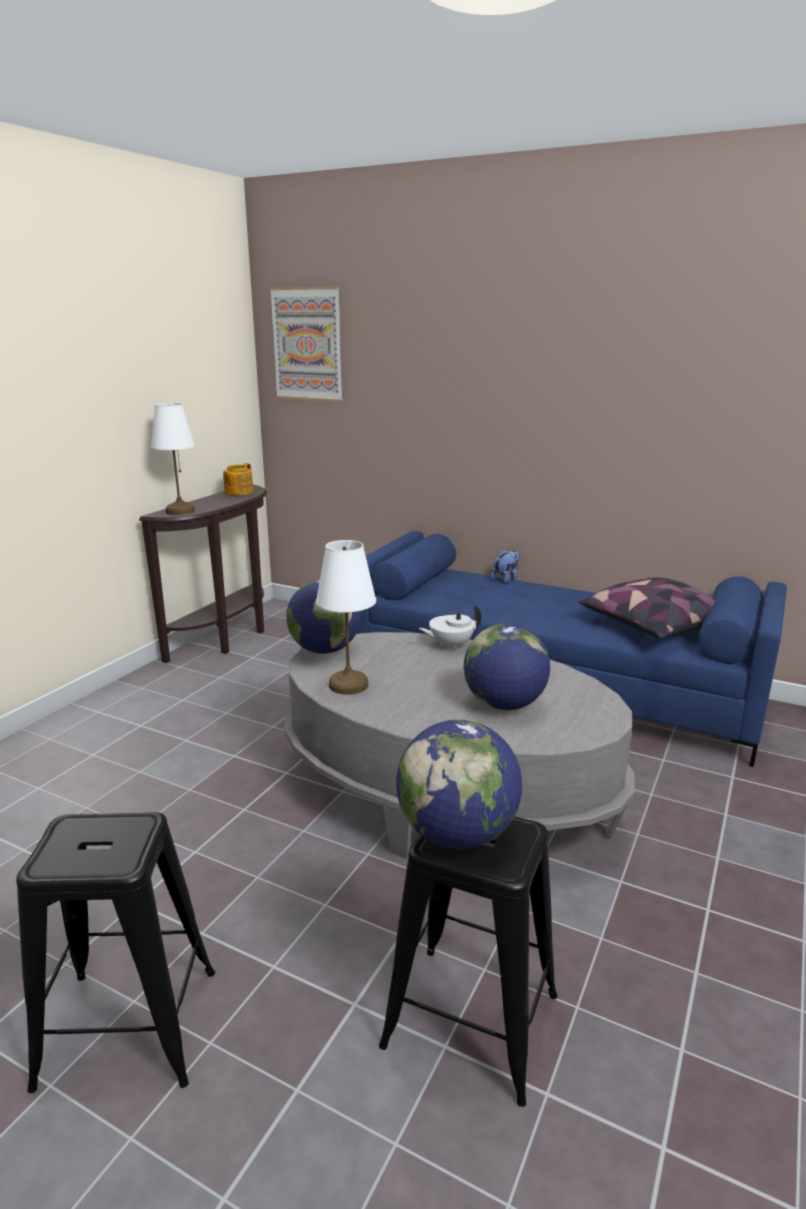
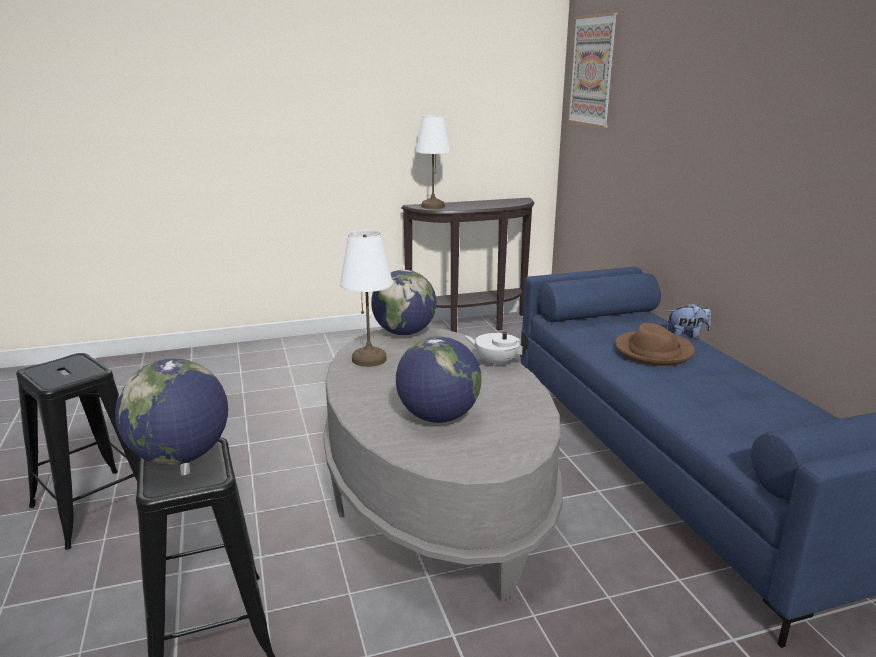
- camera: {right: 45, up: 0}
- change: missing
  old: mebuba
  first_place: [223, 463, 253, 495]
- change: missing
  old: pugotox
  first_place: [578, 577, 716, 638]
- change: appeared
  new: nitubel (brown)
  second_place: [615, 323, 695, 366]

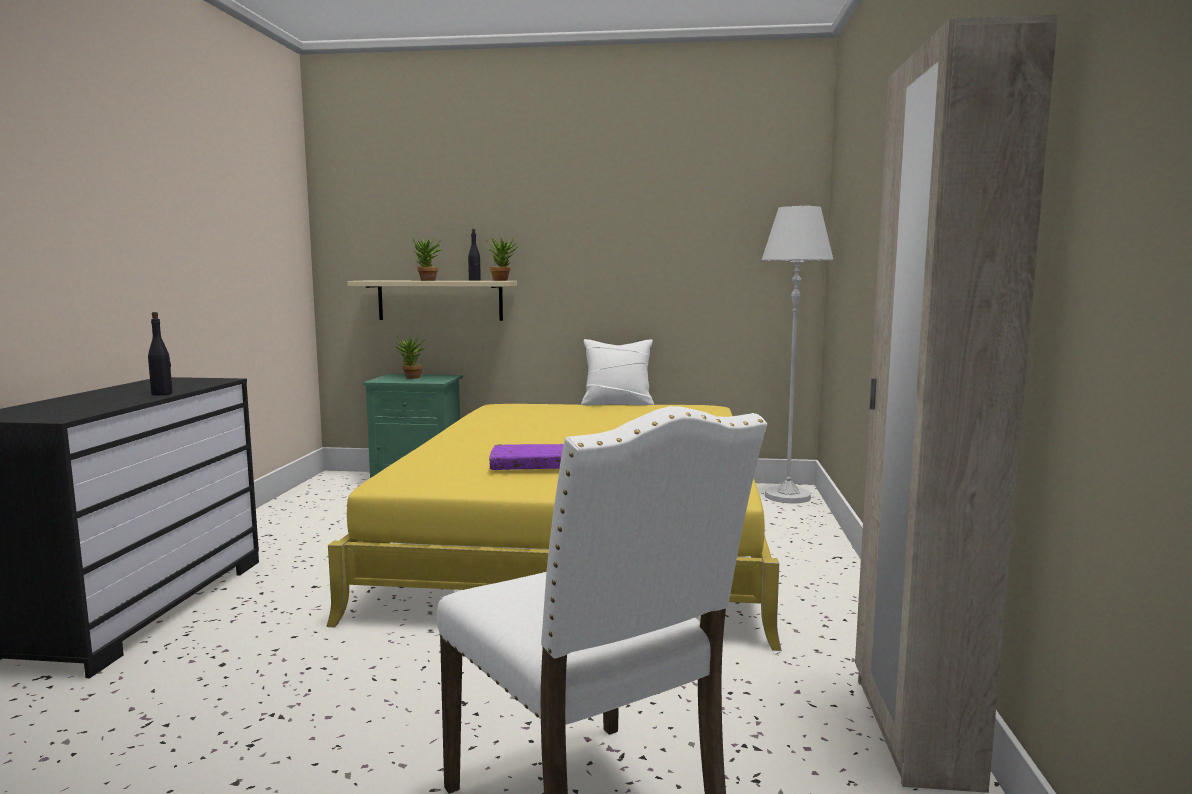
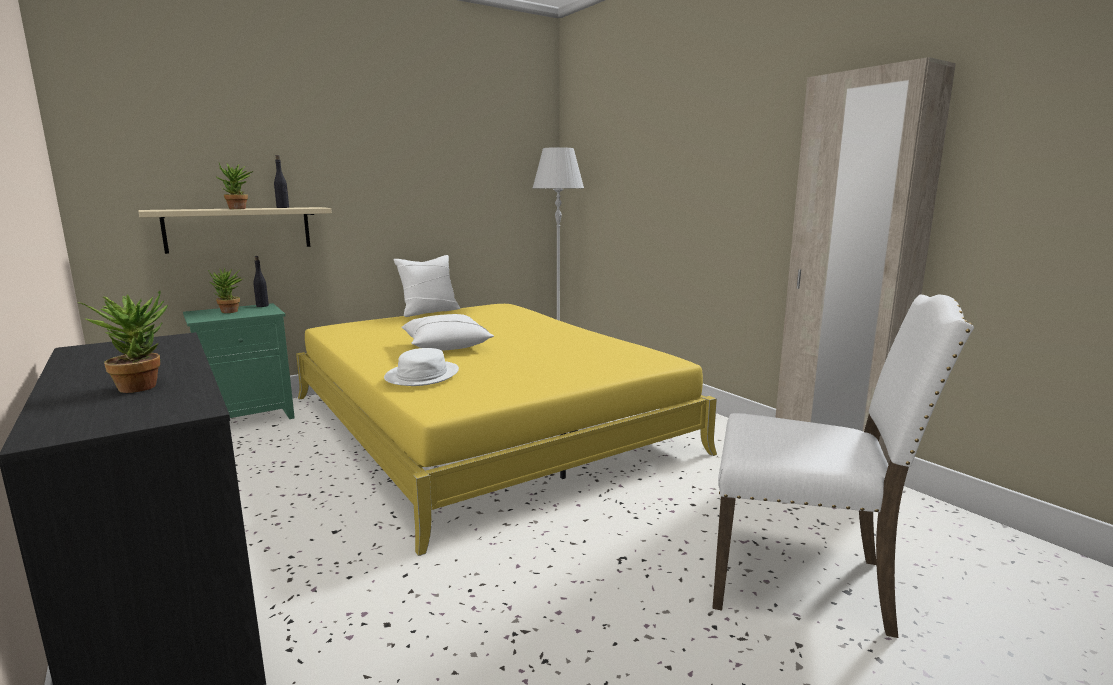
- camera: {right: -40, up: 5}
- change: relocated
  old: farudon
  first_place: [485, 237, 518, 281]
  second_place: [78, 290, 168, 393]
- change: relocated
  old: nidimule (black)
  first_place: [148, 312, 173, 395]
  second_place: [253, 256, 269, 307]
- change: missing
  old: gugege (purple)
  first_place: [489, 444, 564, 470]
- change: appeared
  new: pugotox (white)
  second_place: [401, 314, 494, 351]
- change: appeared
  new: nitubel (white)
  second_place: [384, 348, 459, 386]

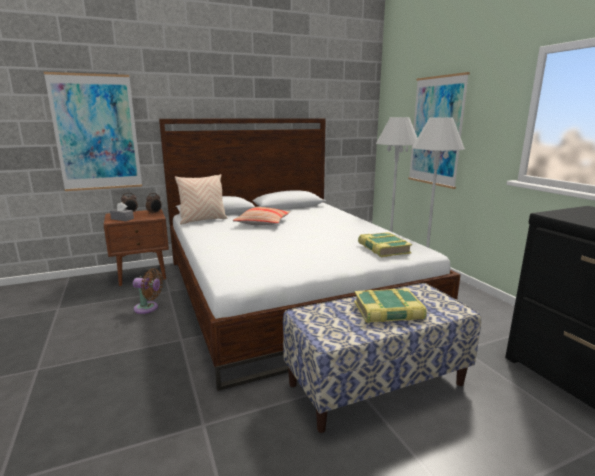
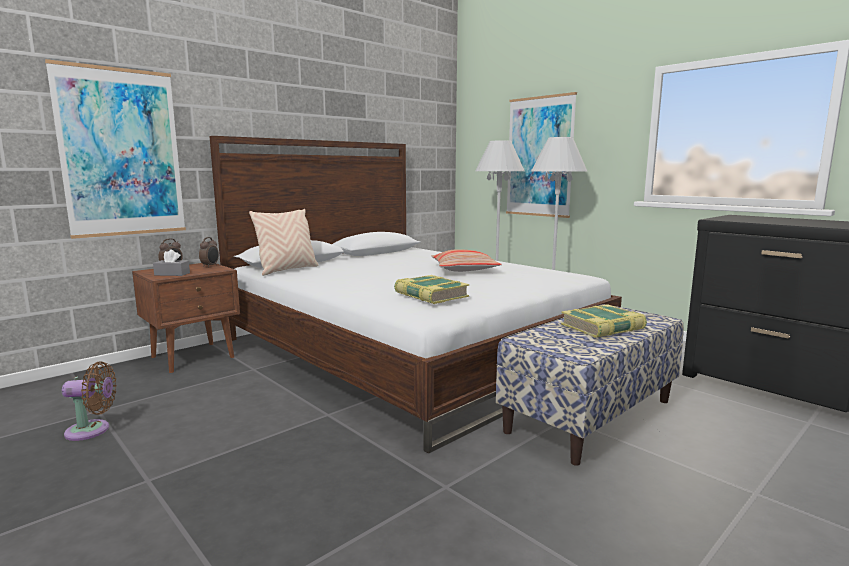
- camera: {right: -20, up: -5}
- change: relocated
  old: pugotox
  first_place: [233, 207, 290, 225]
  second_place: [431, 249, 502, 272]
- change: relocated
  old: gugege
  first_place: [358, 232, 412, 257]
  second_place: [394, 275, 469, 304]
- change: relocated
  old: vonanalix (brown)
  first_place: [133, 268, 163, 314]
  second_place: [62, 362, 117, 441]

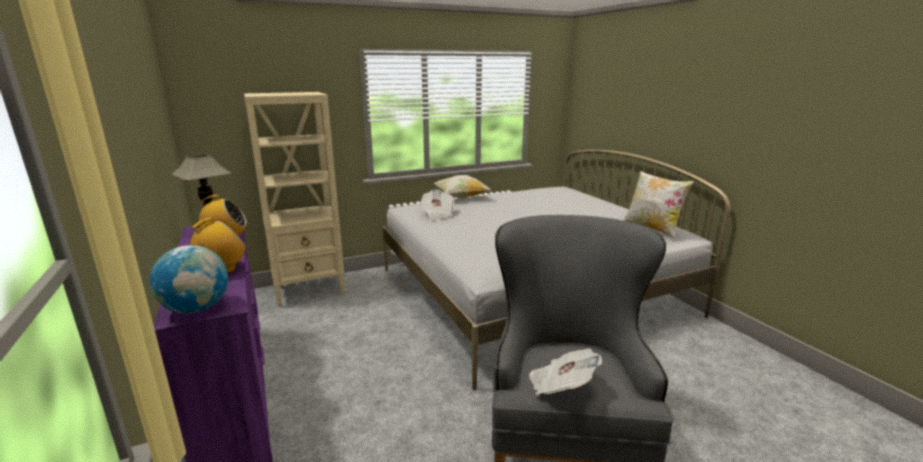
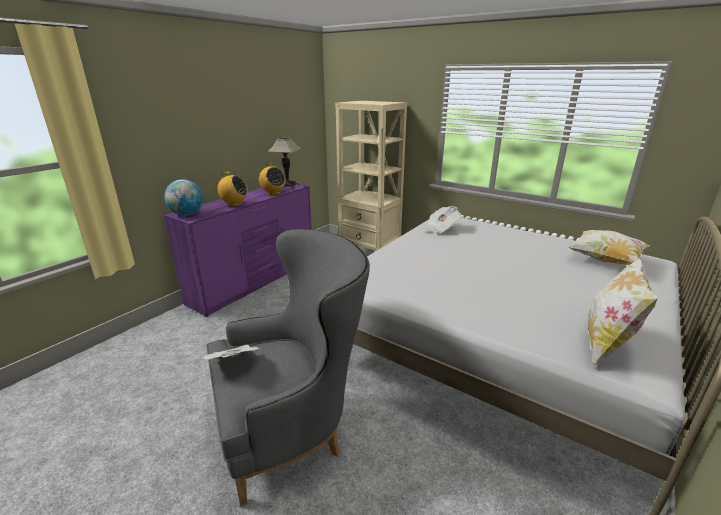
- camera: {right: 60, up: 5}
- change: relocated
  old: pugotox
  first_place: [433, 175, 491, 198]
  second_place: [568, 230, 650, 265]

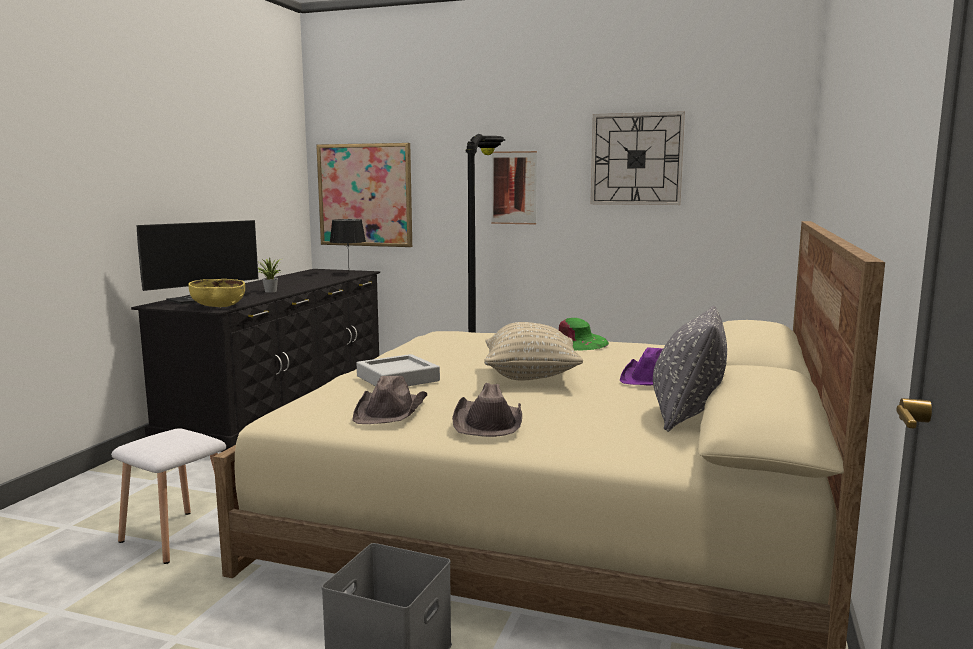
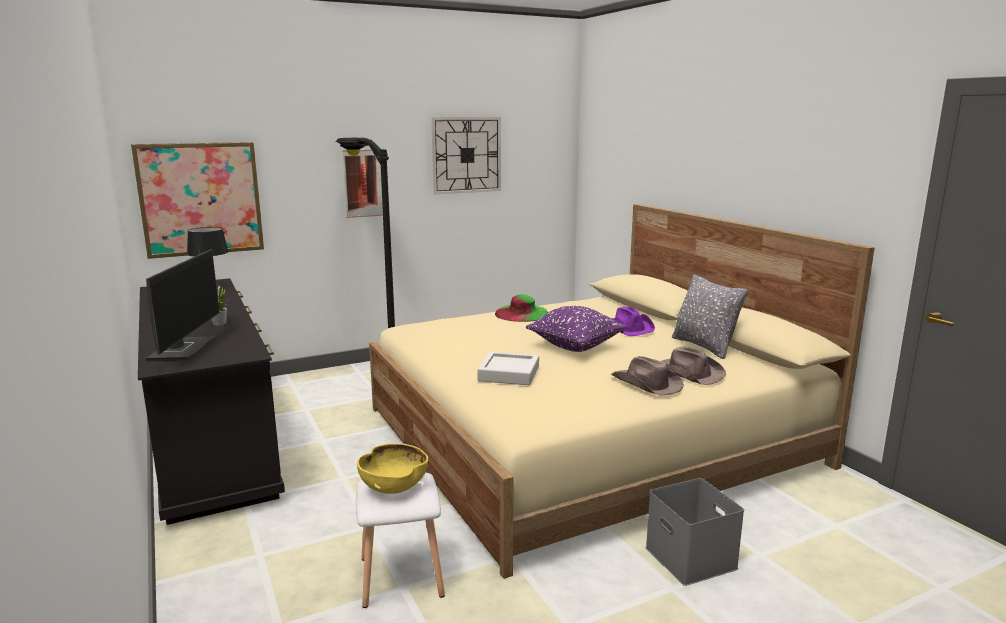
- camera: {right: -45, up: 5}
- change: relocated
  old: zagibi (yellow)
  first_place: [188, 279, 245, 307]
  second_place: [357, 443, 428, 494]
- change: colour
  old: pugotox (beige)
  new: pugotox (purple)
  first_place: [484, 322, 583, 381]
  second_place: [526, 306, 627, 352]
- change: relocated
  old: nitubel (brown)
  first_place: [352, 376, 427, 424]
  second_place: [661, 346, 726, 385]

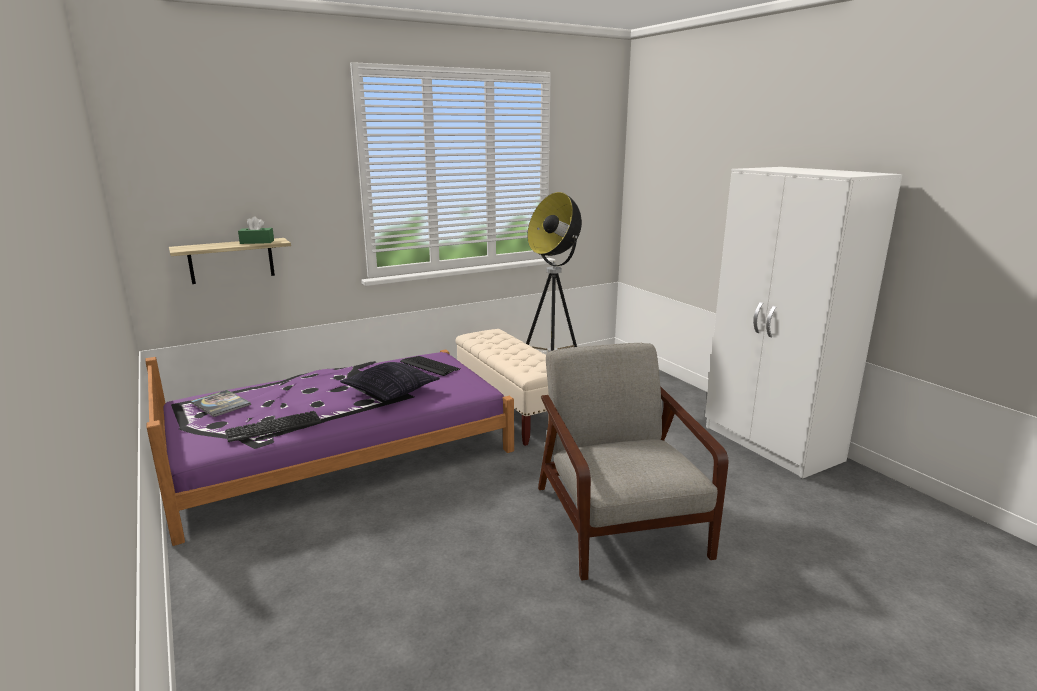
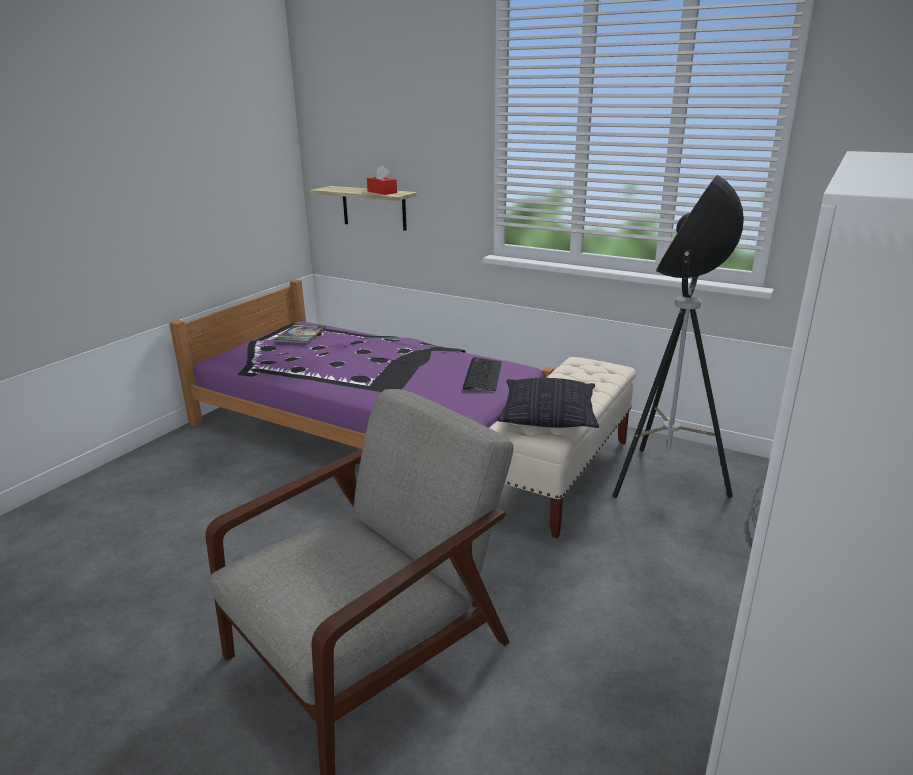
- camera: {right: 60, up: 5}
- change: colour
  old: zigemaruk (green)
  new: zigemaruk (red)
  first_place: [238, 216, 274, 244]
  second_place: [367, 165, 397, 195]
- change: relocated
  old: pugotox
  first_place: [340, 362, 440, 401]
  second_place: [497, 378, 599, 428]
- change: missing
  old: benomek
  first_place: [225, 411, 321, 442]

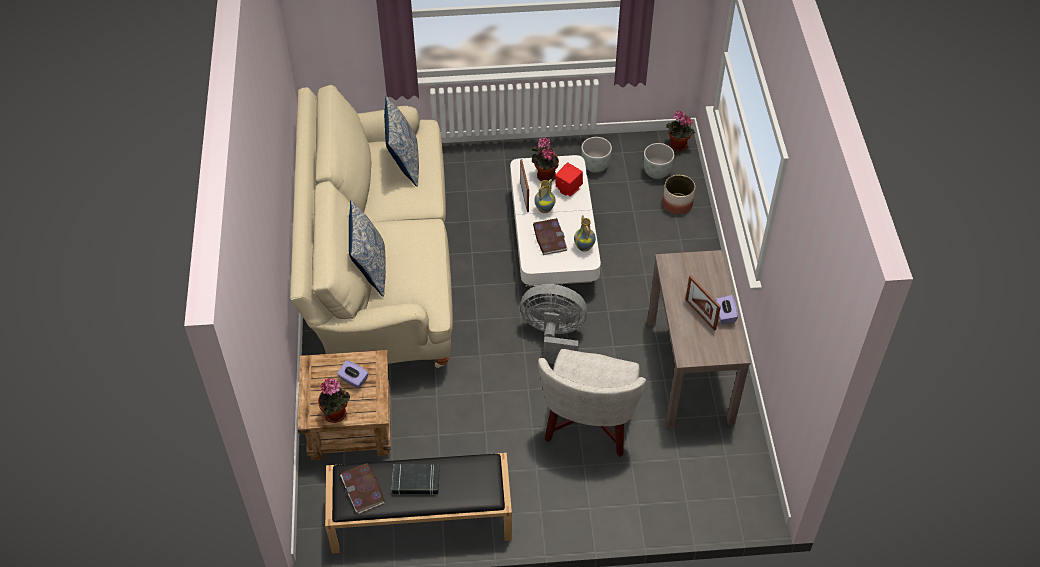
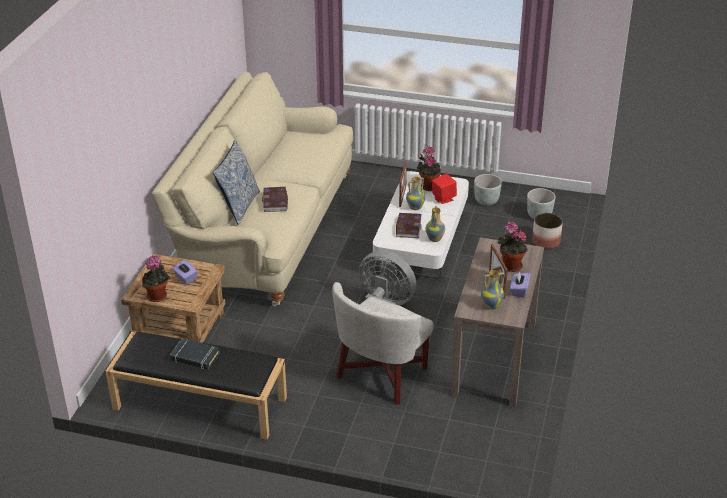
- camera: {right: 20, up: -15}
- change: missing
  old: pugotox
  first_place: [384, 96, 419, 187]
- change: relocated
  old: farudon
  first_place: [666, 111, 695, 151]
  second_place: [497, 221, 527, 272]
- change: relocated
  old: gugege
  first_place: [340, 463, 384, 514]
  second_place: [262, 187, 288, 212]
- change: appeared
  new: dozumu
  second_place: [481, 270, 505, 309]

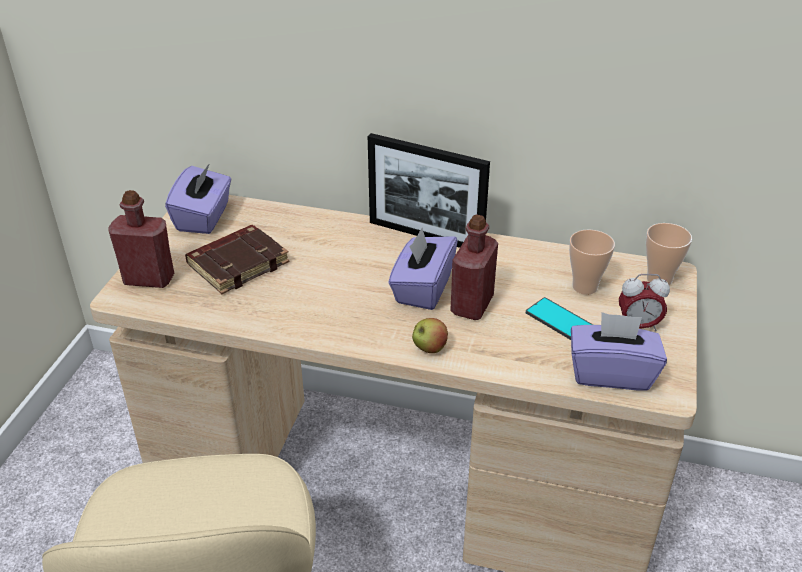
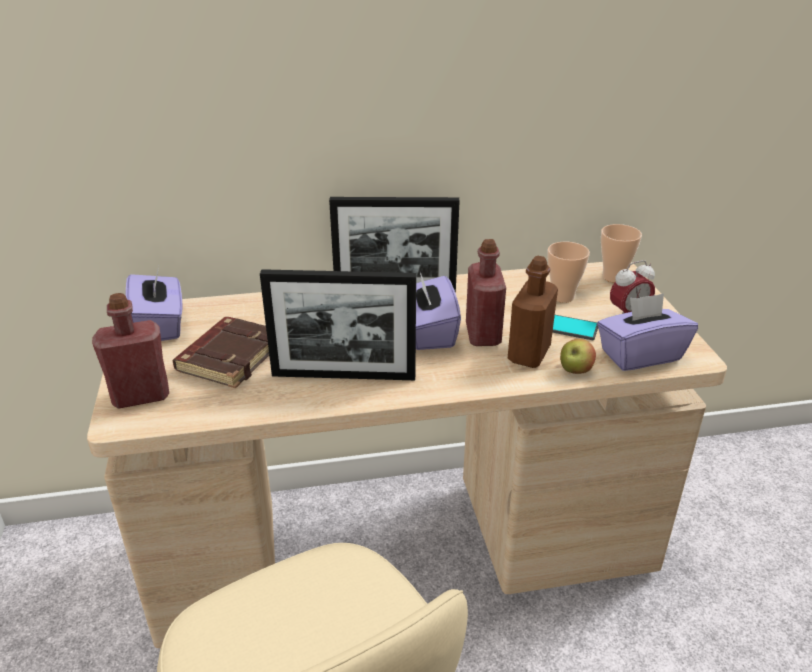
- camera: {right: -25, up: -5}
- change: relocated
  old: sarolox
  first_place: [412, 318, 448, 353]
  second_place: [560, 339, 596, 374]
- change: appeared
  new: nidimule (brown)
  second_place: [508, 256, 558, 368]
- change: appeared
  new: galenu
  second_place: [260, 269, 416, 380]

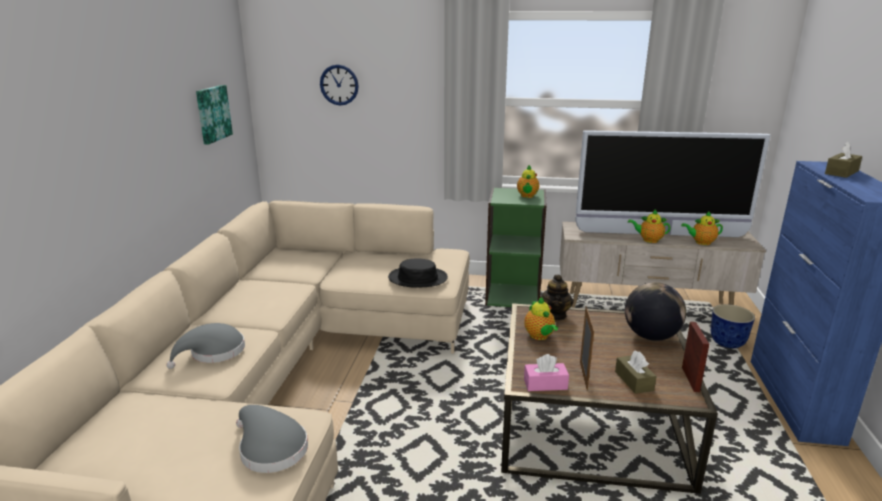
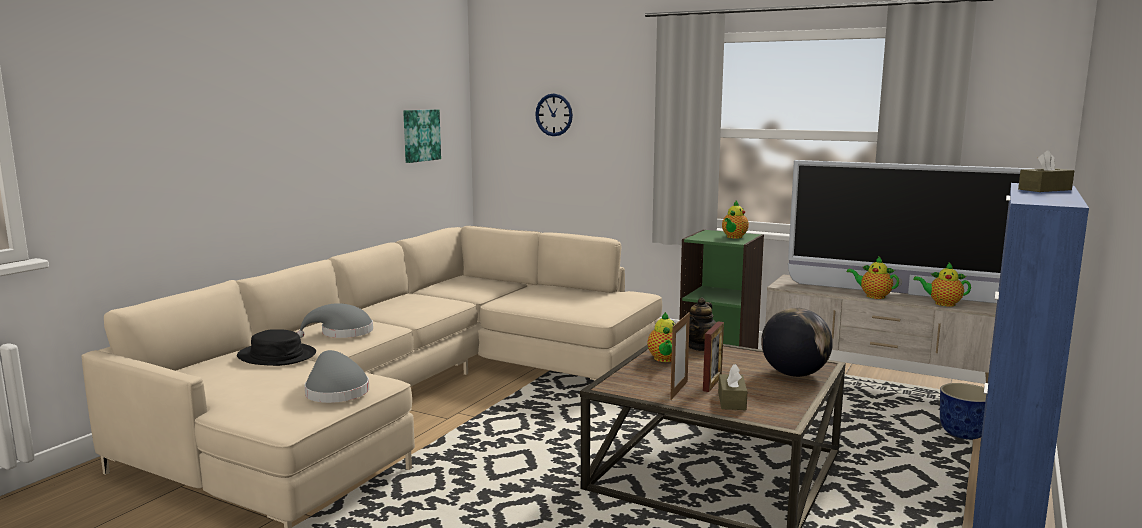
- camera: {right: 20, up: -10}
- change: relocated
  old: nitubel (black)
  first_place: [388, 259, 448, 288]
  second_place: [237, 329, 316, 366]
- change: relocated
  old: galenu
  first_place: [682, 322, 709, 392]
  second_place: [703, 321, 724, 392]
- change: missing
  old: zigemaruk (pink)
  first_place: [524, 354, 569, 391]

